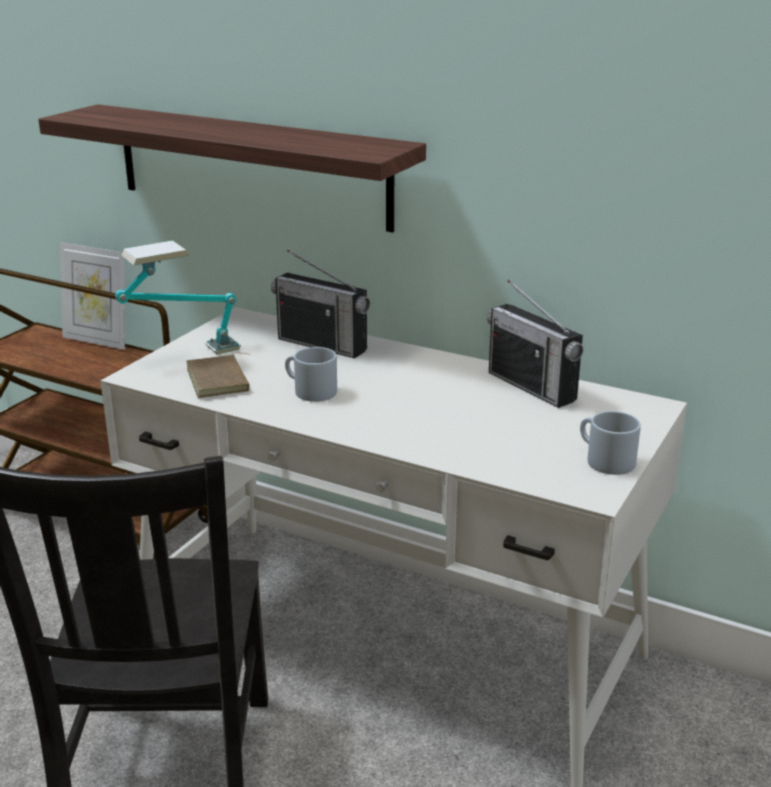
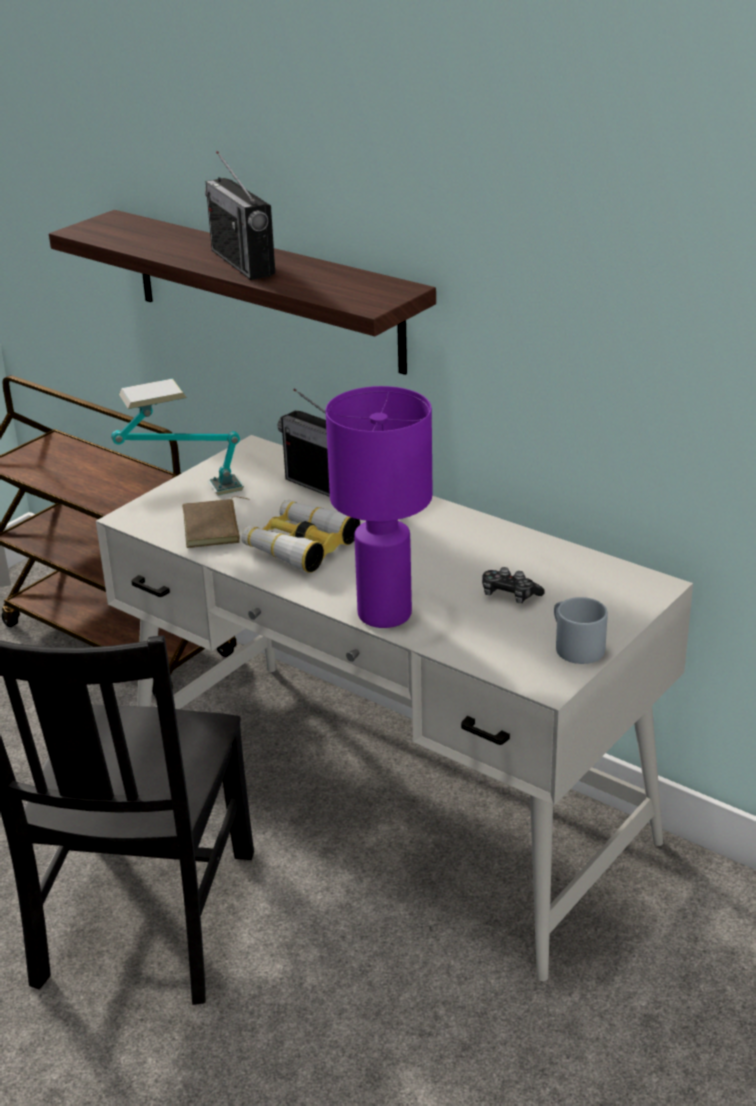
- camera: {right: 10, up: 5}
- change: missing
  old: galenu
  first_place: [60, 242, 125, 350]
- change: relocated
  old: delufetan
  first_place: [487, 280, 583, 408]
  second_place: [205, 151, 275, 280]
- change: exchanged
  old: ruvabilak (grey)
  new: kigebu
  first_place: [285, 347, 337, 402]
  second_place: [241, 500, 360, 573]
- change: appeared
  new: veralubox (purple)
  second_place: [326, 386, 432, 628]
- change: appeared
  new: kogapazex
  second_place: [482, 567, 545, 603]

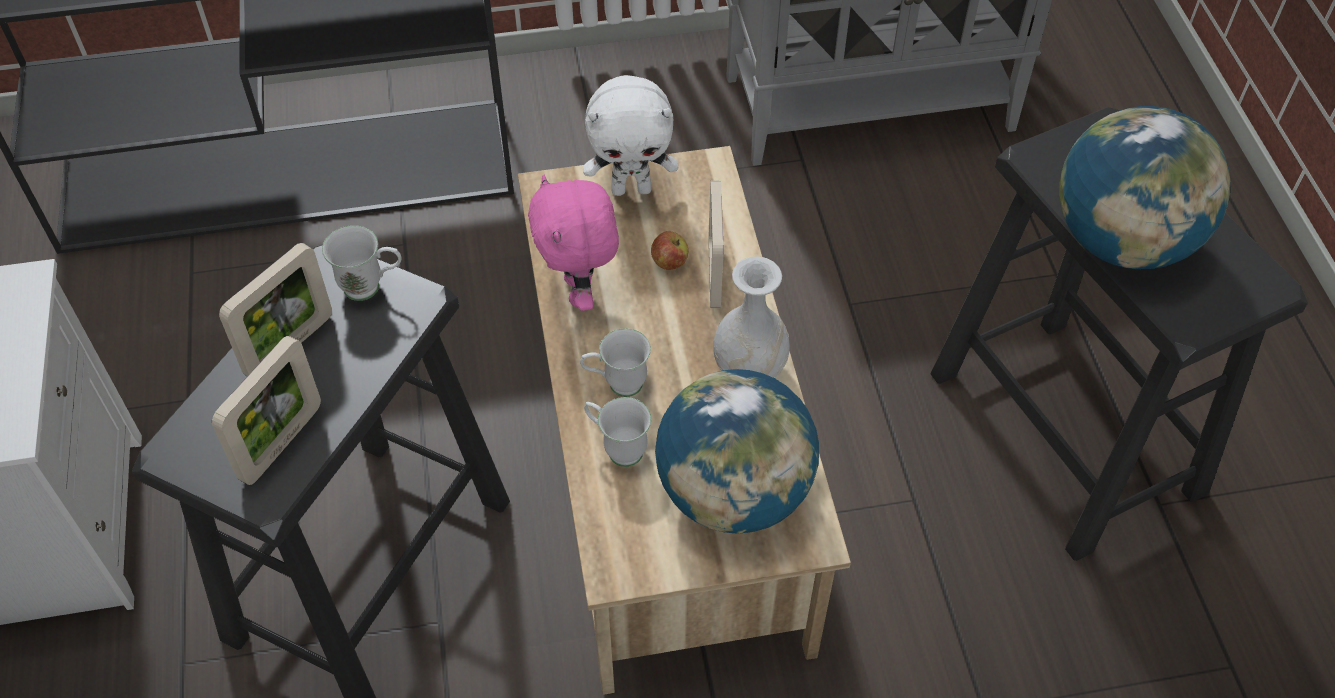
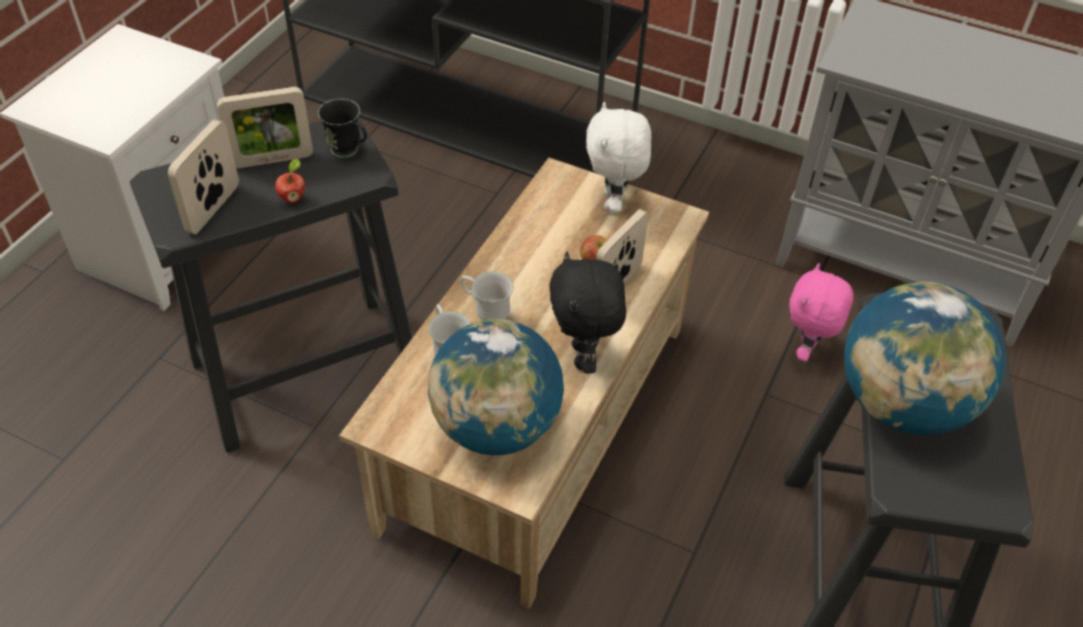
- camera: {right: 35, up: -5}
- change: spun
  old: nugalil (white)
  first_place: [583, 75, 678, 196]
  second_place: [586, 102, 652, 213]
  degrees: 60
- change: relocated
  old: nugalil (pink)
  first_place: [528, 174, 619, 311]
  second_place: [789, 263, 854, 362]
- change: colour
  old: ruvabilak (white)
  new: ruvabilak (black)
  first_place: [322, 225, 402, 301]
  second_place: [318, 99, 367, 158]
- change: exchanged
  old: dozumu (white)
  new: nugalil (black)
  first_place: [713, 256, 790, 378]
  second_place: [549, 252, 626, 373]
- change: spun
  old: galenu
  first_place: [212, 336, 321, 485]
  second_place: [168, 119, 239, 234]
  degrees: 135
- change: appeared
  new: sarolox
  second_place: [275, 159, 305, 203]

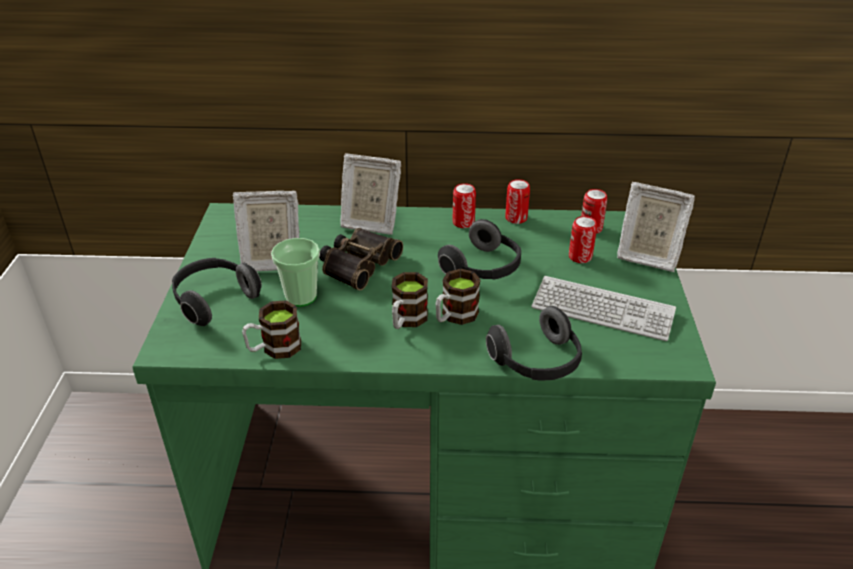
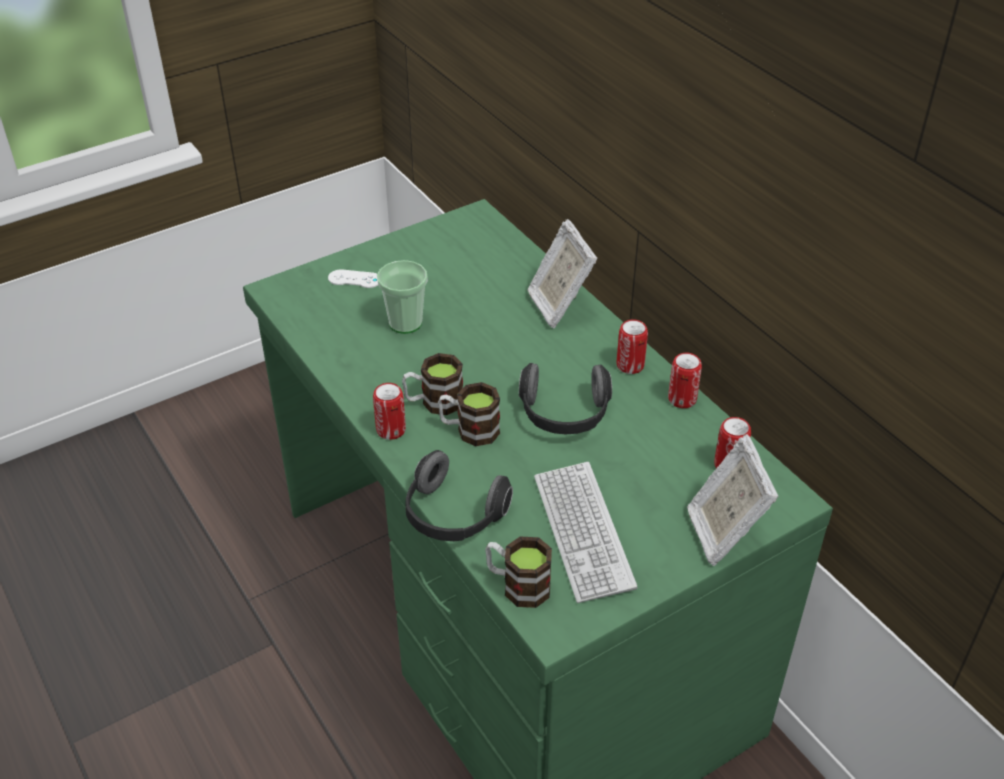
- camera: {right: 55, up: 5}
- change: missing
  old: galenu
  first_place: [232, 191, 300, 271]
- change: relocated
  old: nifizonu
  first_place: [569, 216, 597, 263]
  second_place: [373, 383, 406, 440]
- change: missing
  old: kigebu
  first_place: [319, 228, 403, 291]
- change: exchanged
  old: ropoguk
  new: kogapazex (white)
  first_place: [172, 258, 262, 326]
  second_place: [328, 269, 378, 288]
- change: relocated
  old: ruvabilak
  first_place: [242, 300, 301, 359]
  second_place: [485, 537, 552, 608]

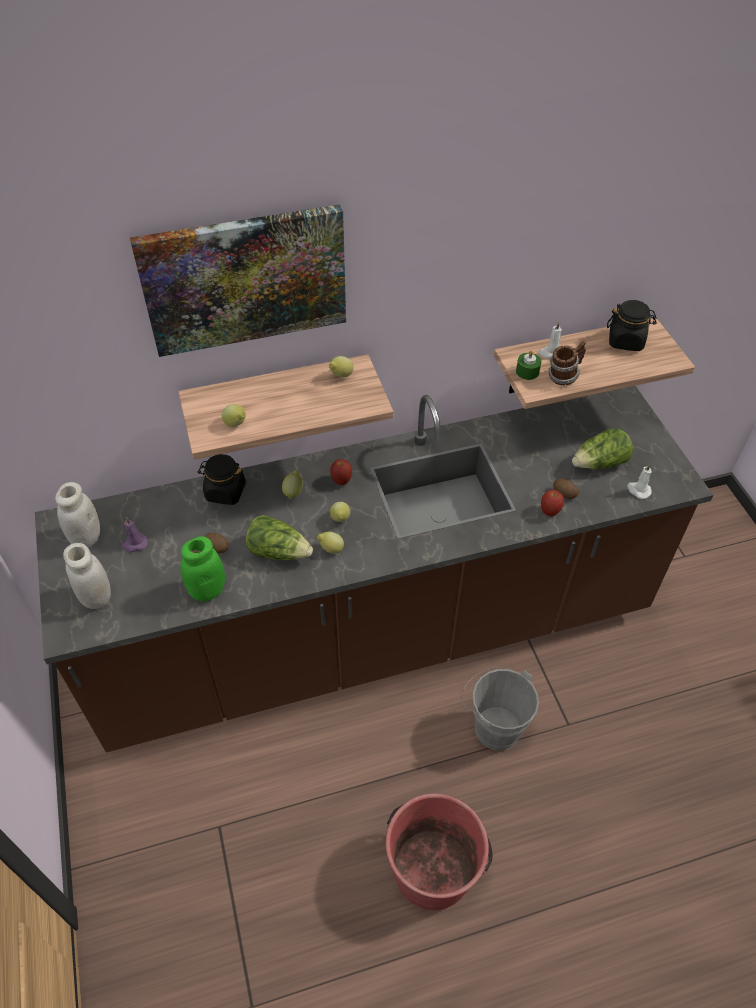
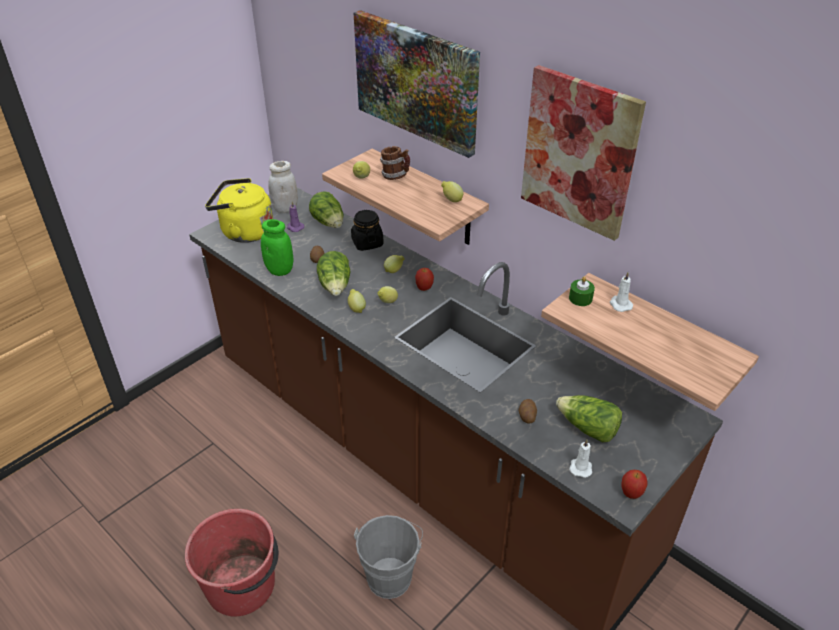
- camera: {right: 60, up: -10}
- change: missing
  old: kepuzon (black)
  first_place: [607, 300, 656, 351]
- change: relocated
  old: ruvabilak
  first_place: [549, 341, 586, 385]
  second_place: [380, 146, 410, 180]
- change: relocated
  old: sarolox
  first_place: [541, 490, 564, 516]
  second_place: [621, 470, 648, 499]
- change: exchanged
  old: kepuzon (white)
  new: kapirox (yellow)
  first_place: [63, 543, 111, 609]
  second_place: [205, 178, 273, 243]
- change: appeared
  new: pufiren
  second_place: [521, 65, 646, 241]
- change: appeared
  new: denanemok
  second_place: [309, 191, 343, 228]

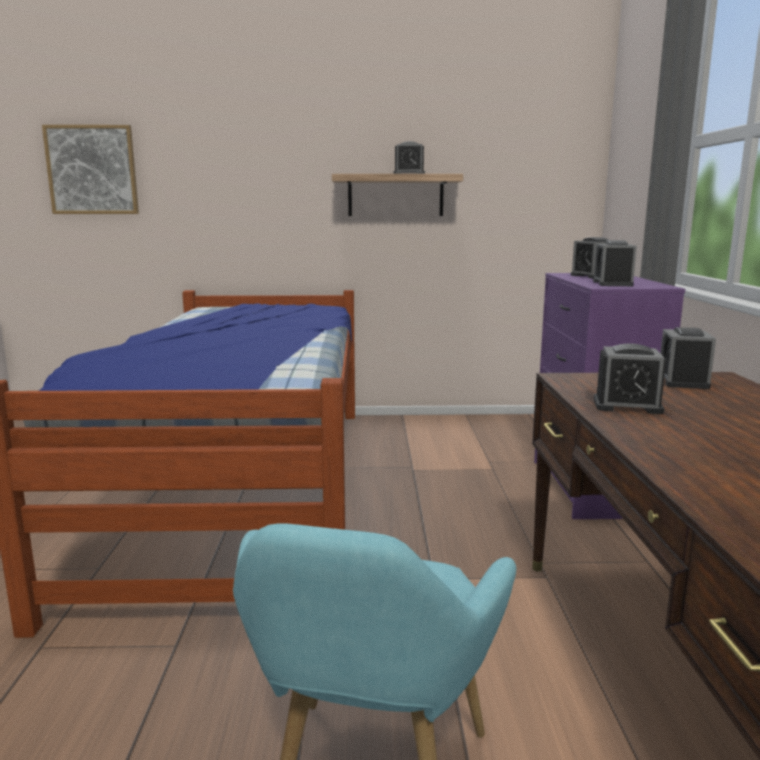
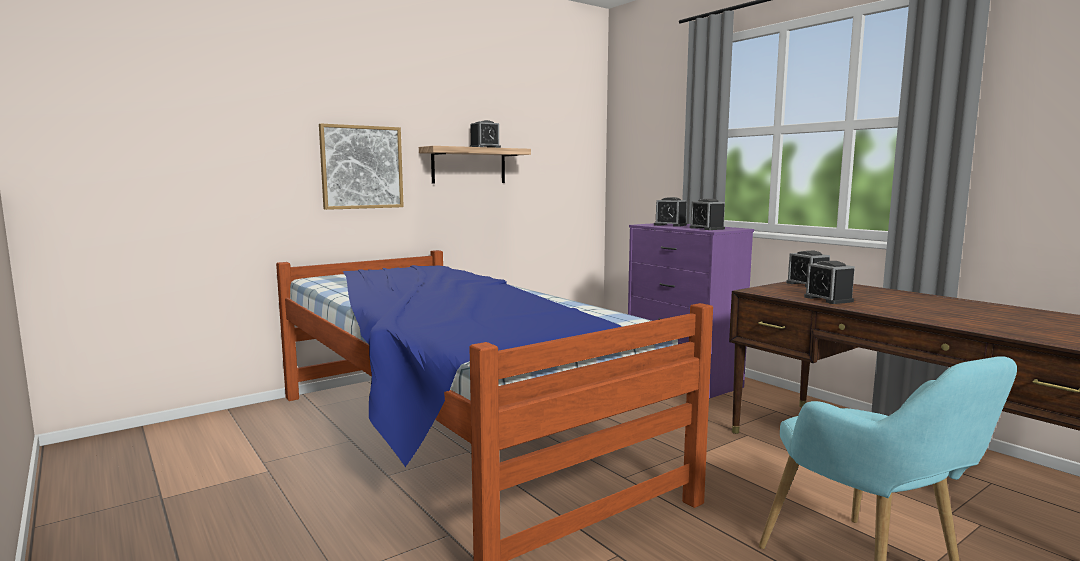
- camera: {right: -35, up: -5}
- change: relocated
  old: pufiren
  first_place: [42, 125, 139, 214]
  second_place: [319, 124, 404, 210]
- change: spun
  old: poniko
  first_place: [594, 343, 666, 414]
  second_place: [804, 261, 855, 304]
  degrees: 90

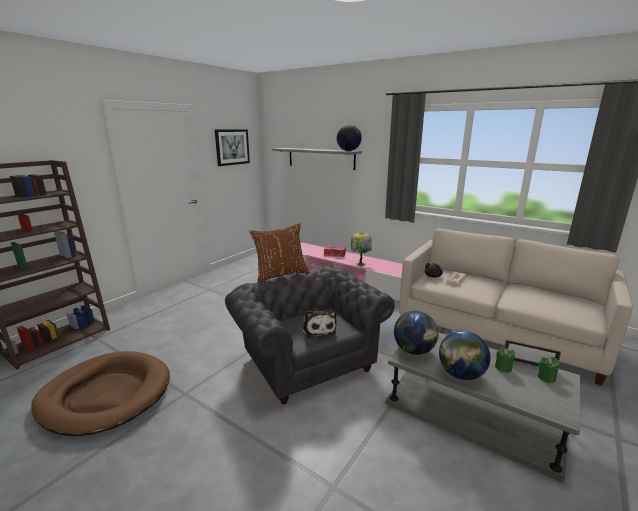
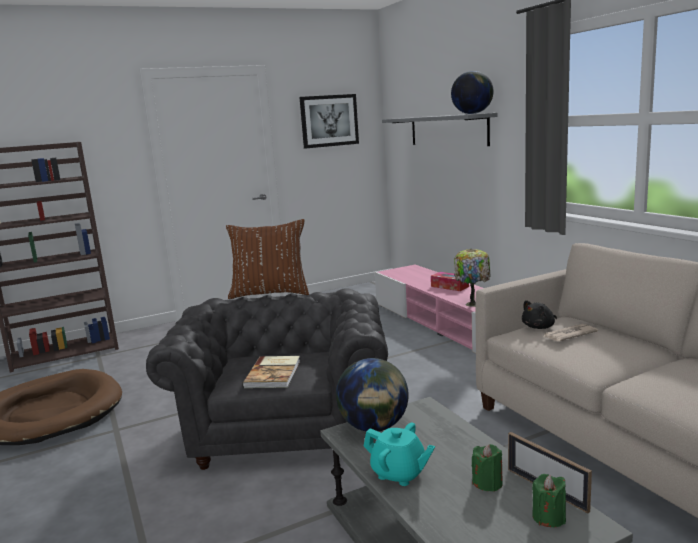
- camera: {right: 30, up: -5}
- change: exchanged
  old: nugalil
  new: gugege
  first_place: [302, 310, 337, 338]
  second_place: [242, 356, 300, 388]
- change: exchanged
  old: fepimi
  new: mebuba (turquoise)
  first_place: [439, 331, 491, 380]
  second_place: [364, 423, 435, 486]

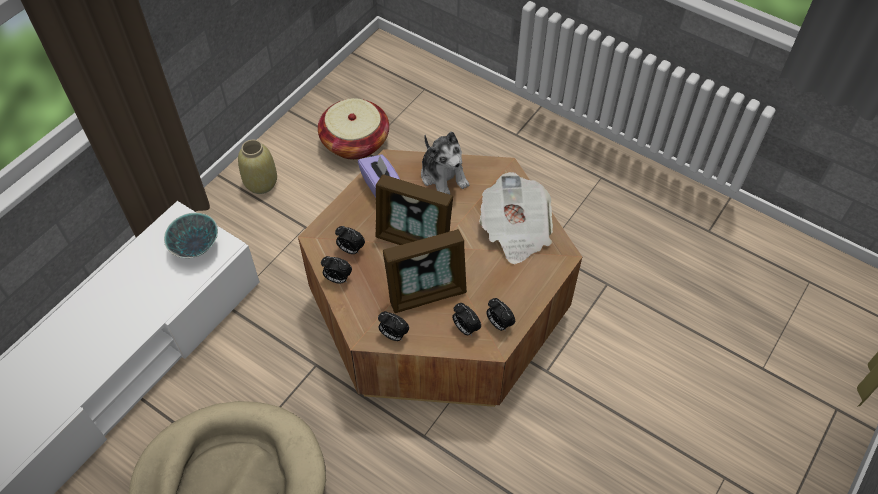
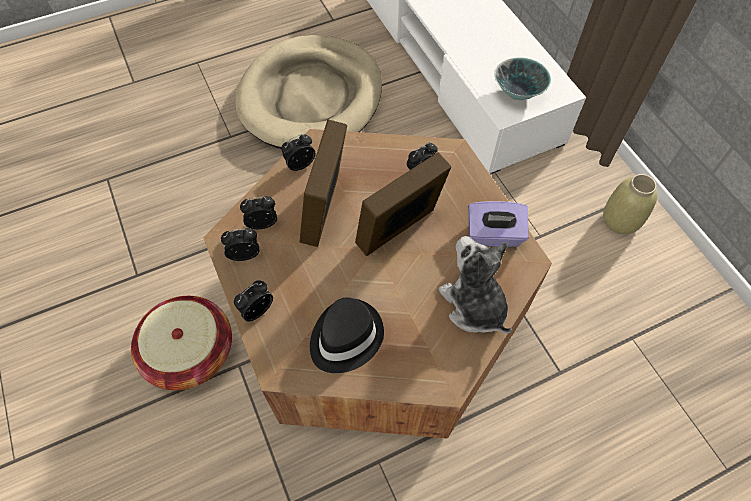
- camera: {right: 120, up: 5}
- change: relocated
  old: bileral
  first_place: [318, 98, 389, 160]
  second_place: [131, 296, 232, 390]
- change: spun
  old: nugalil
  first_place: [421, 131, 469, 195]
  second_place: [438, 236, 512, 334]
  degrees: 60
- change: exchanged
  old: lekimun
  new: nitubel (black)
  first_place: [480, 172, 553, 264]
  second_place: [310, 298, 384, 373]
- change: relocated
  old: poniko
  first_place: [321, 256, 352, 284]
  second_place: [234, 280, 273, 322]

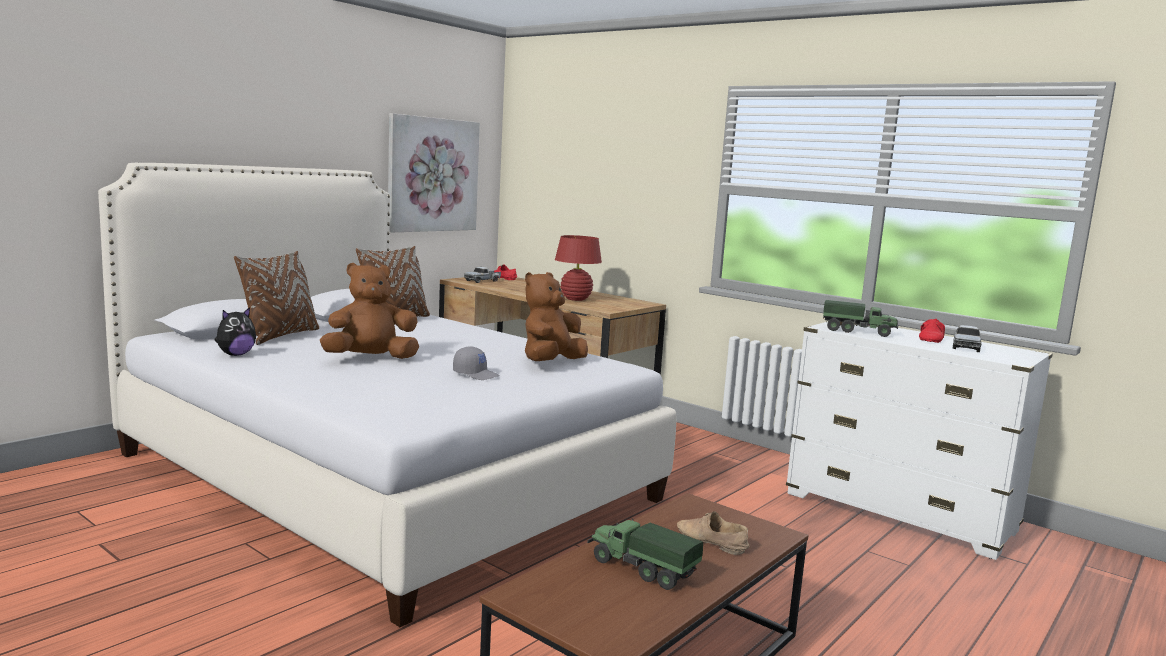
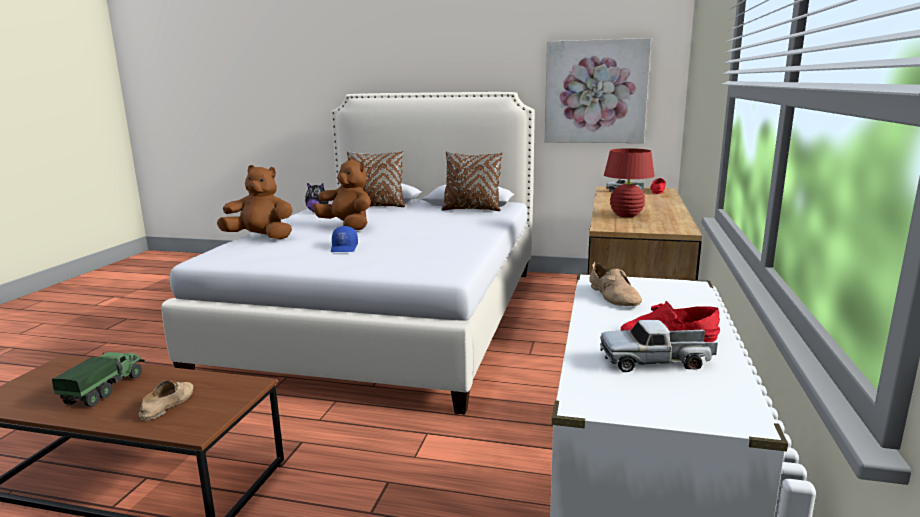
- camera: {right: 65, up: 5}
- change: relocated
  old: nugalil (brown)
  first_place: [525, 272, 588, 361]
  second_place: [217, 165, 293, 239]
- change: exchanged
  old: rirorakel
  new: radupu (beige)
  first_place: [823, 300, 898, 337]
  second_place: [589, 262, 642, 307]
- change: colour
  old: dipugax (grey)
  new: dipugax (blue)
  first_place: [453, 346, 500, 380]
  second_place: [331, 226, 358, 252]

